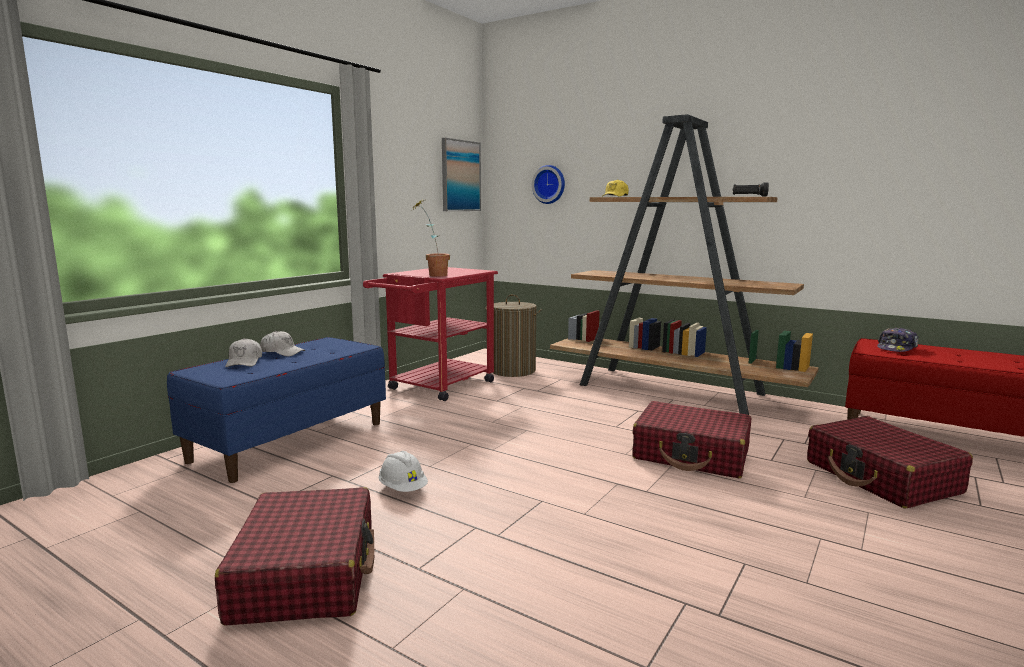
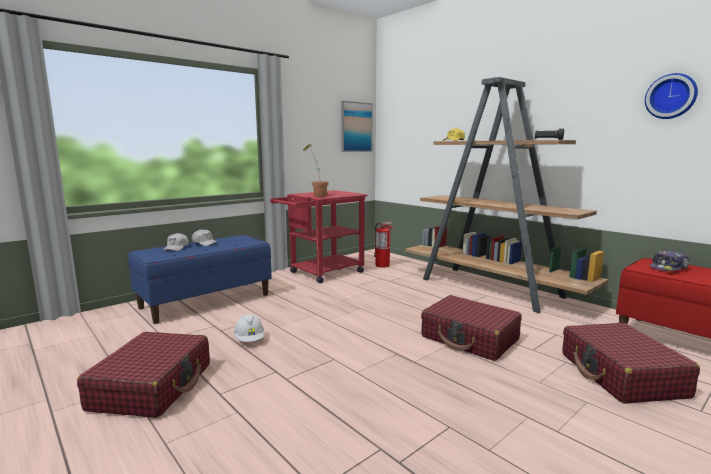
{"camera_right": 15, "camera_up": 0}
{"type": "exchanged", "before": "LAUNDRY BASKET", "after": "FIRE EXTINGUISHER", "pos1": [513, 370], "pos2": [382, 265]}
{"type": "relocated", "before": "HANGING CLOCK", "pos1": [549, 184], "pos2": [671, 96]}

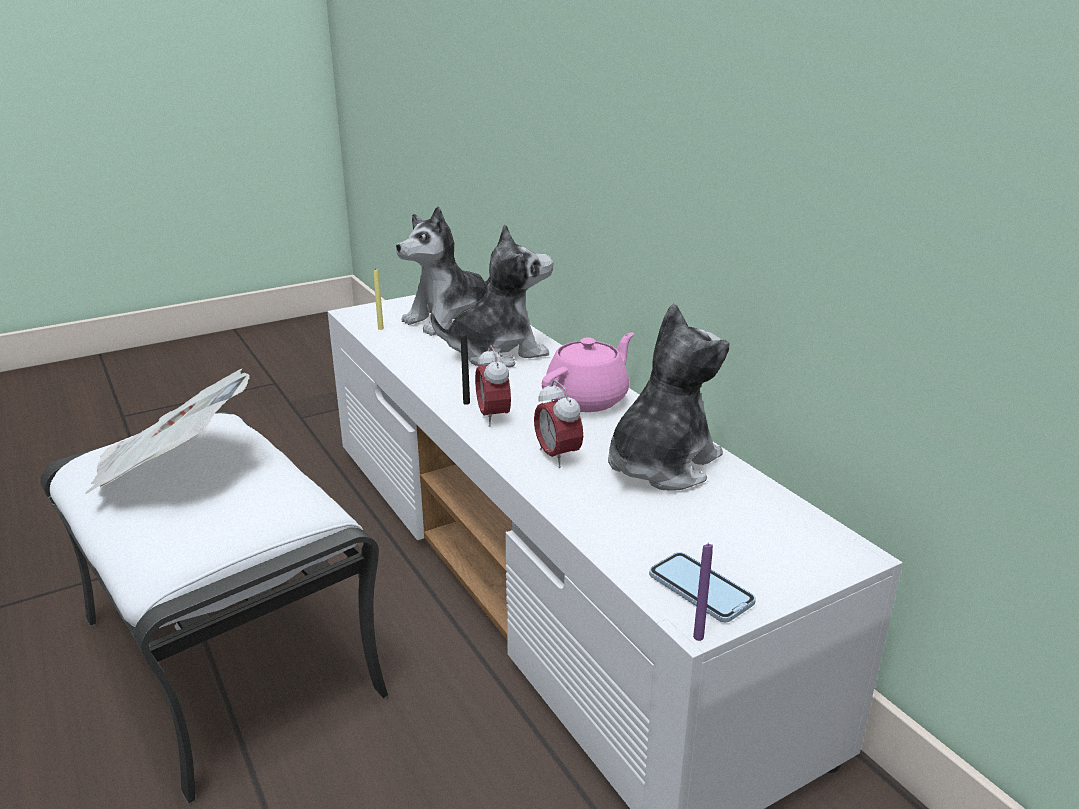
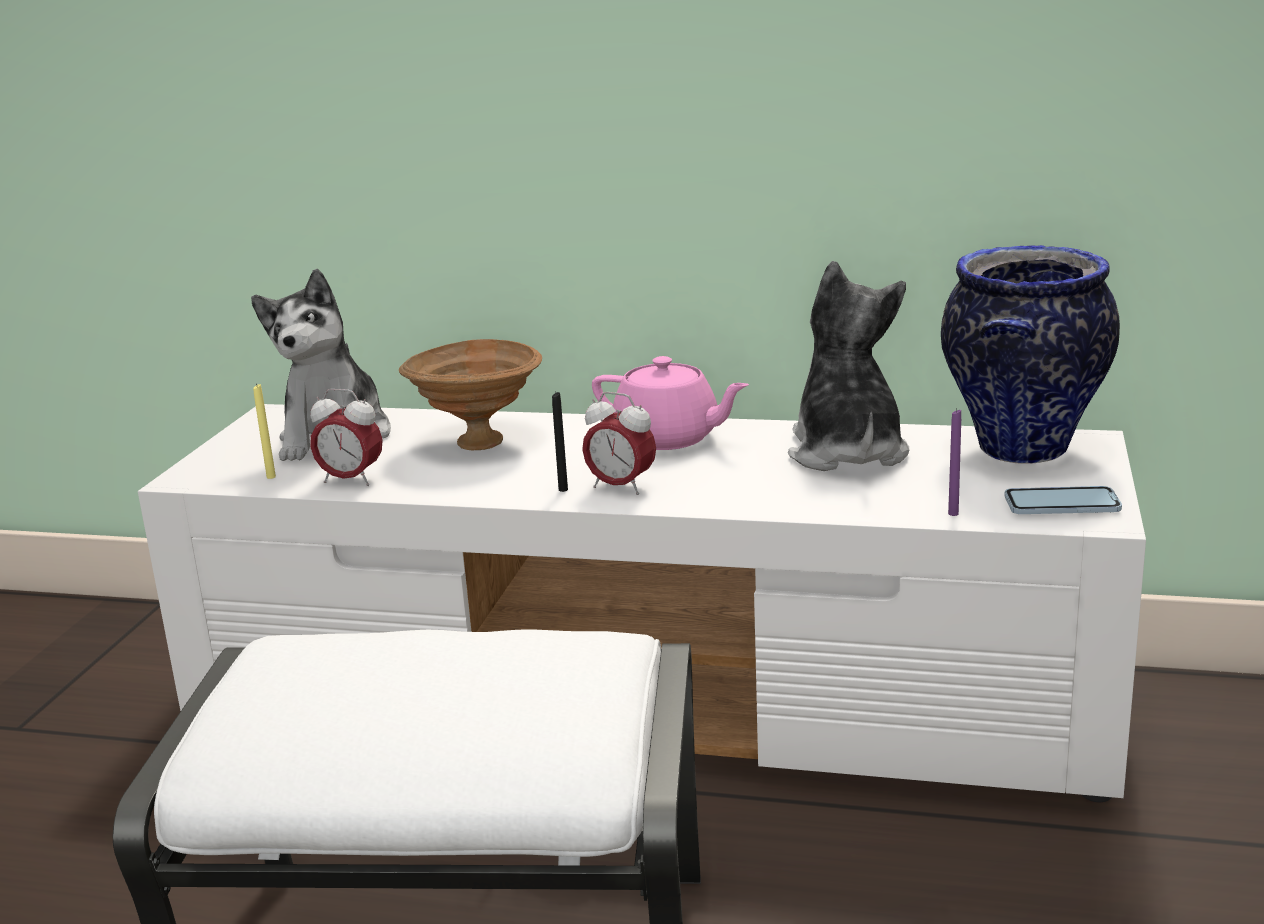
{"camera_right": -45, "camera_up": -5}
{"type": "relocated", "before": "ALARM CLOCK", "pos1": [557, 456], "pos2": [351, 480]}
{"type": "exchanged", "before": "PLUSH TOY", "after": "BROWN-COLOURED SERVING BOWL", "pos1": [497, 352], "pos2": [476, 442]}
{"type": "spun", "before": "PINK POT FOR TEA", "pos1": [588, 399], "pos2": [668, 438], "turn": 120}
{"type": "appeared", "after": "DECORATIVE VASE", "pos2": [1023, 451]}
{"type": "relocated", "before": "PURPLE WAX LIGHT", "pos1": [698, 637], "pos2": [953, 514]}
{"type": "missing", "before": "NEWSPAPER", "pos1": [173, 469]}

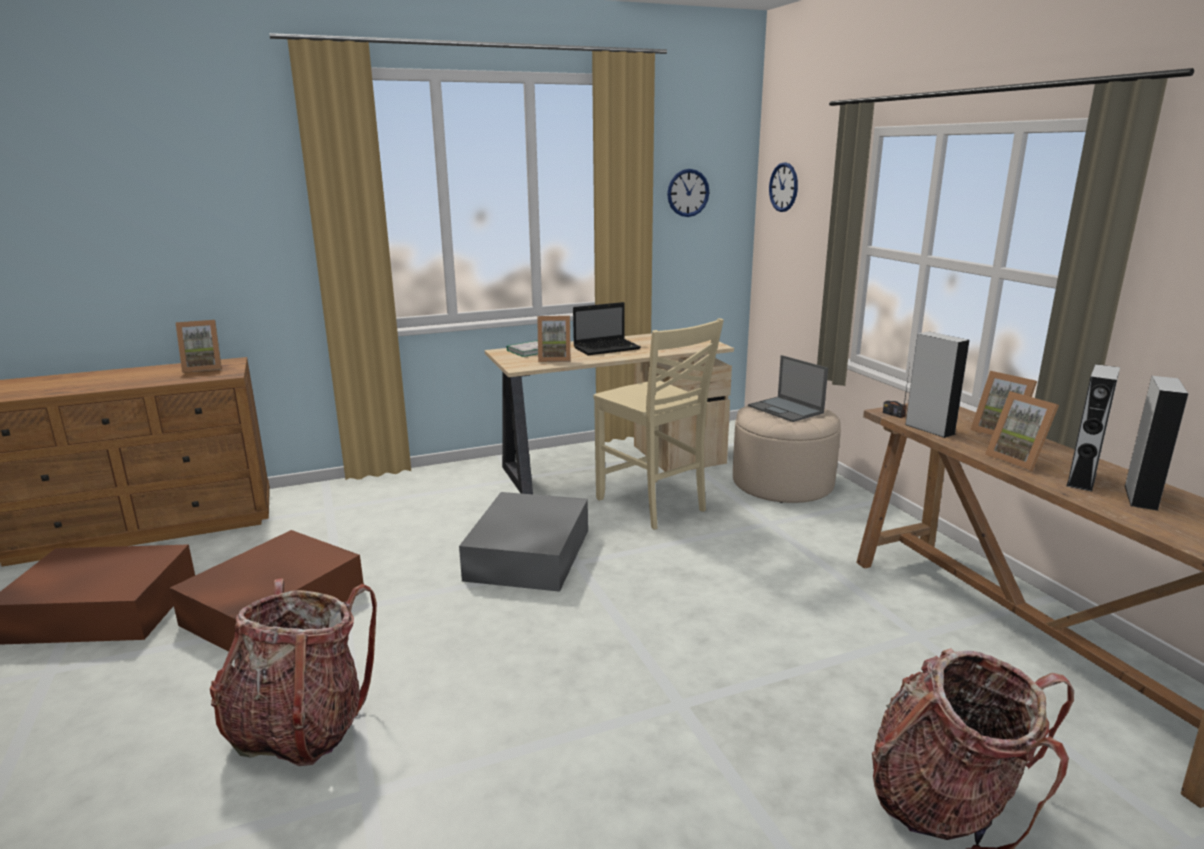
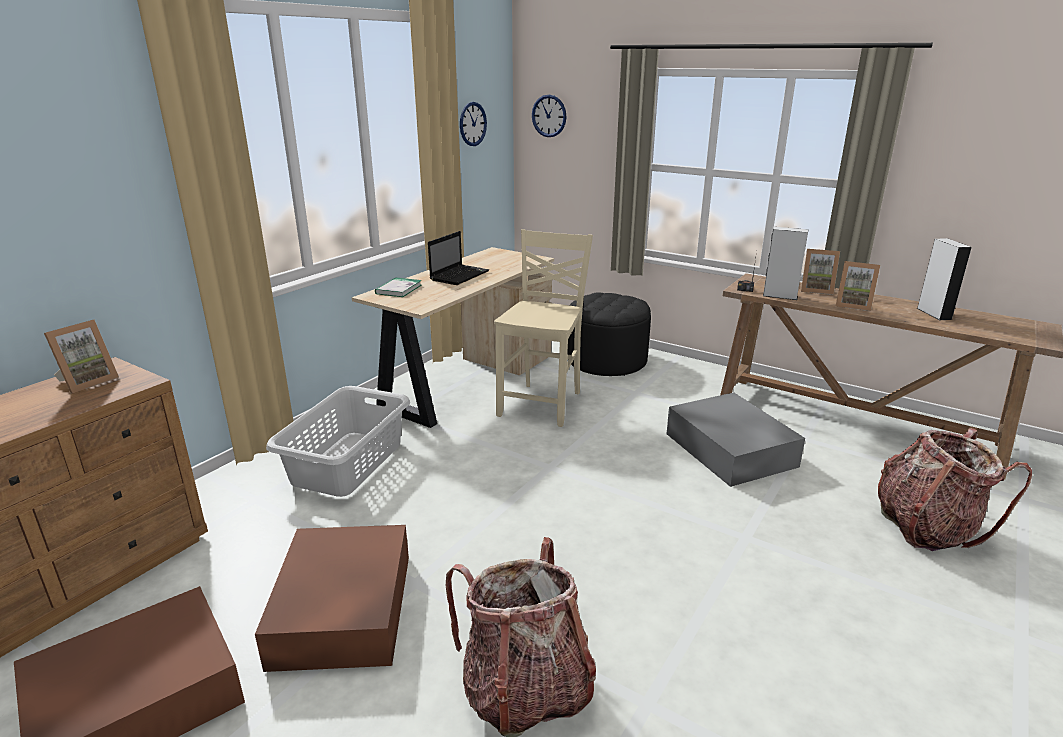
{"camera_right": -35, "camera_up": 5}
{"type": "appeared", "after": "GREY LAUNDRY BASKET", "pos2": [349, 463]}
{"type": "spun", "before": "BEIGE CHAIR", "pos1": [652, 505], "pos2": [542, 404], "turn": -90}
{"type": "colour", "before": "BEIGE FOOTREST", "after": "BLACKISH FOOTREST", "pos1": [782, 483], "pos2": [606, 360]}
{"type": "relocated", "before": "GREY STORAGE BOX", "pos1": [527, 555], "pos2": [730, 451]}
{"type": "missing", "before": "STANDING FRAME", "pos1": [554, 359]}
{"type": "missing", "before": "PORTABLE COMPUTER", "pos1": [786, 409]}
{"type": "missing", "before": "GREY AUDIO SPEAKER", "pos1": [1081, 479]}

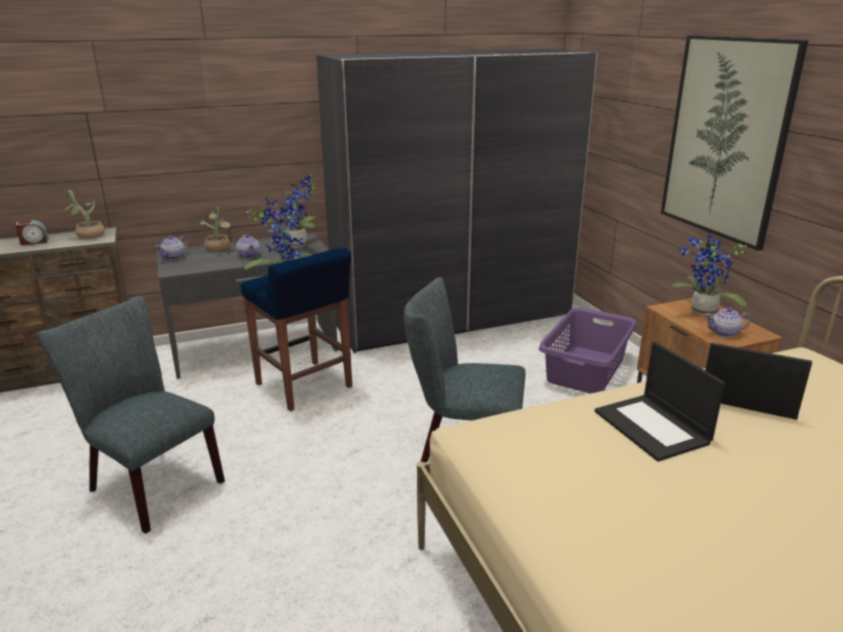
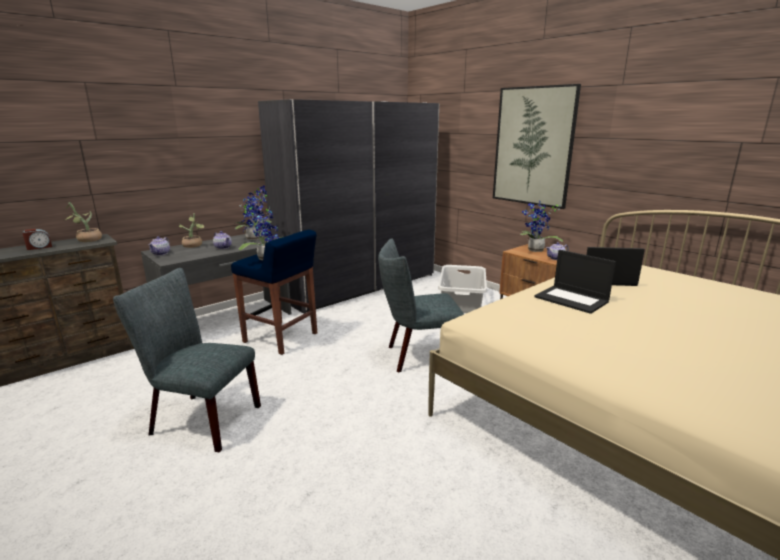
{"camera_right": -20, "camera_up": -5}
{"type": "colour", "before": "PURPLE LAUNDRY BASKET", "after": "GREY LAUNDRY BASKET", "pos1": [584, 370], "pos2": [461, 302]}

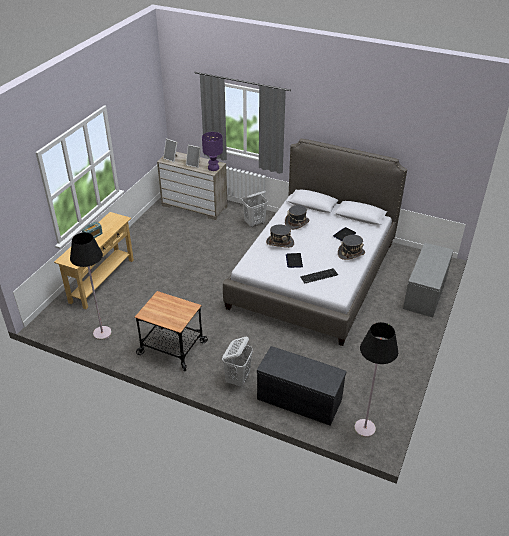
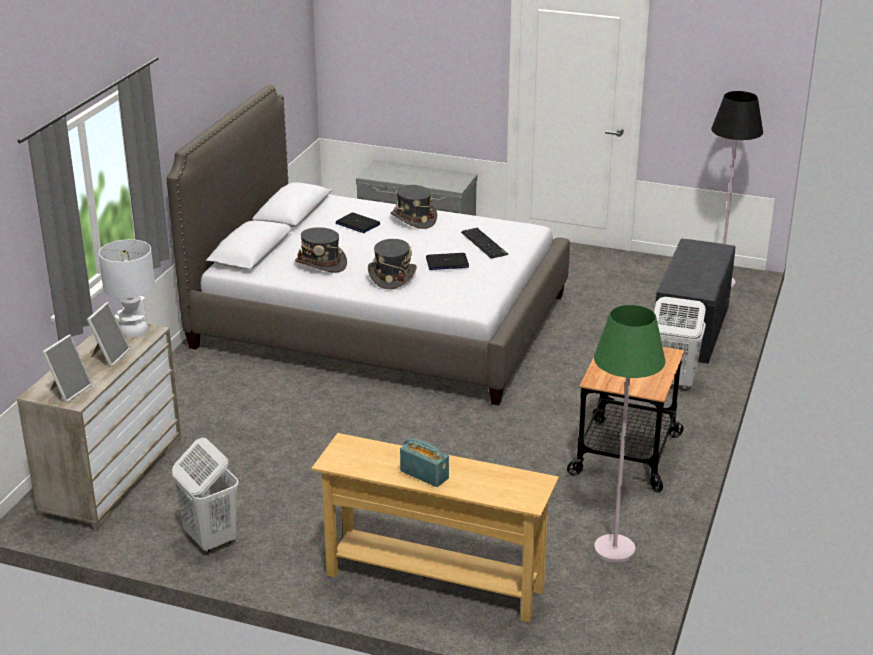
{"camera_right": -95, "camera_up": -10}
{"type": "colour", "before": "PURPLE TABLE LAMP", "after": "WHITE TABLE LAMP", "pos1": [213, 168], "pos2": [134, 330]}
{"type": "relocated", "before": "WHITE LAUNDRY BASKET", "pos1": [255, 223], "pos2": [210, 539]}
{"type": "colour", "before": "BLACKISH FLOOR LAMP", "after": "GREENISH FLOOR LAMP", "pos1": [102, 333], "pos2": [614, 549]}

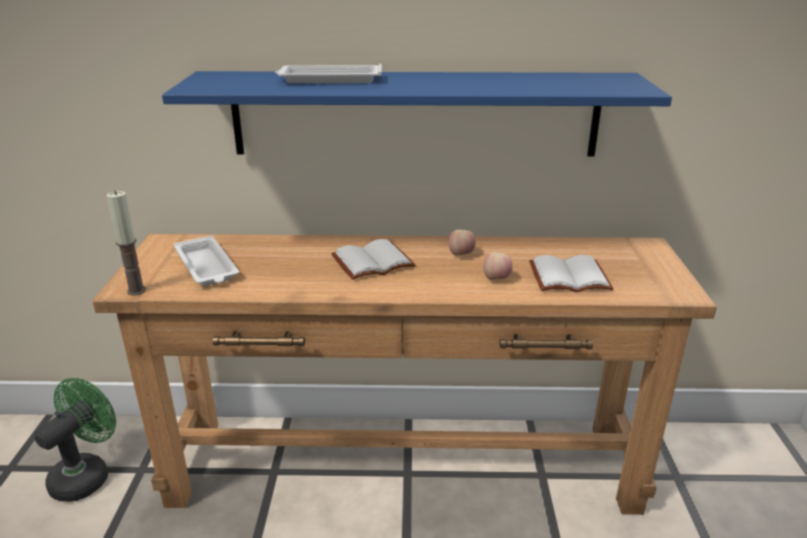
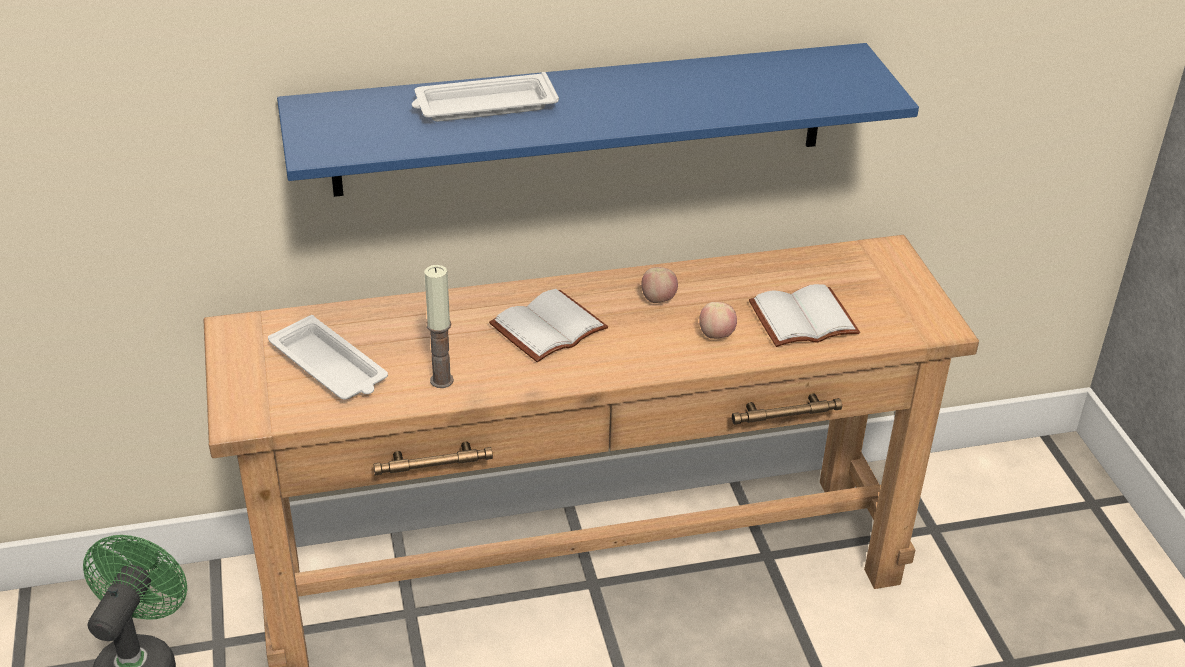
{"camera_right": -15, "camera_up": 10}
{"type": "relocated", "before": "WAX LIGHT", "pos1": [136, 291], "pos2": [441, 380]}

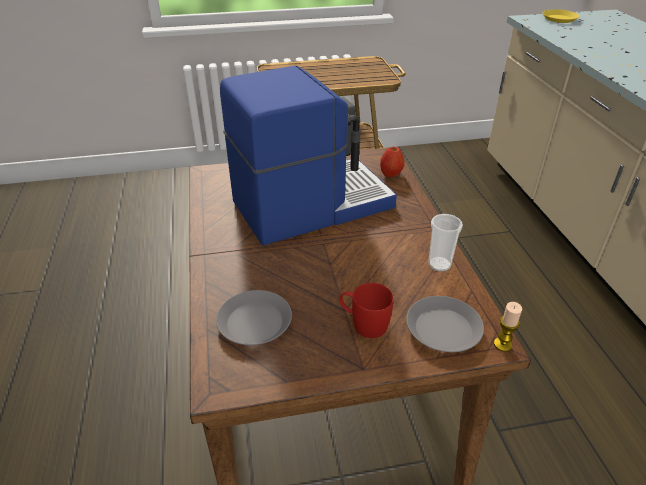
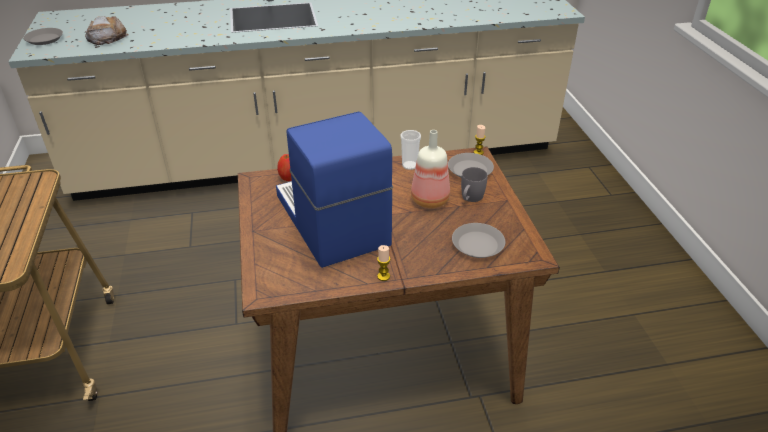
{"camera_right": -90, "camera_up": 0}
{"type": "colour", "before": "YELLOW DINNER PLATE", "after": "GREY DINNER PLATE", "pos1": [559, 19], "pos2": [44, 39]}
{"type": "appeared", "after": "BAKERY BREAD", "pos2": [107, 37]}
{"type": "appeared", "after": "WAX LIGHT", "pos2": [383, 276]}
{"type": "appeared", "after": "BEVERAGE BOTTLE", "pos2": [429, 199]}
{"type": "colour", "before": "RED-COLOURED MUG", "after": "GREY MUG", "pos1": [363, 323], "pos2": [470, 198]}

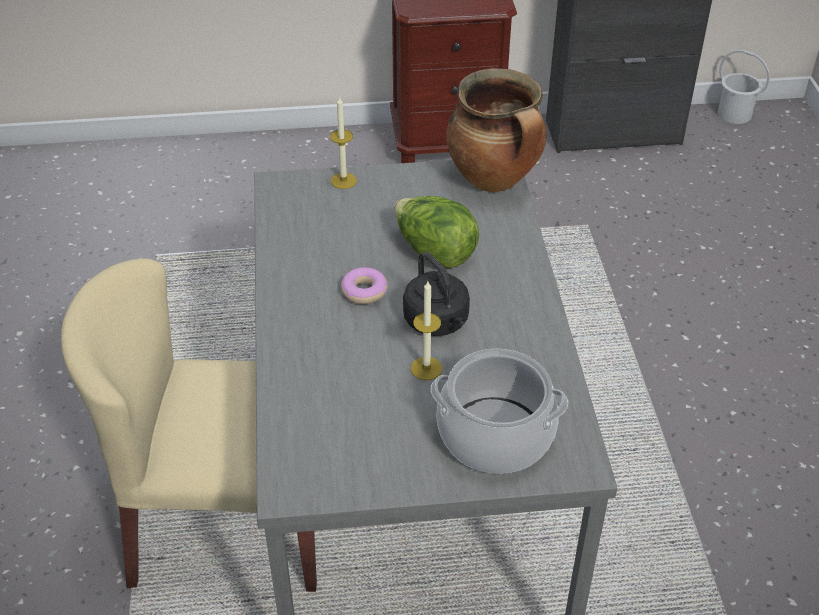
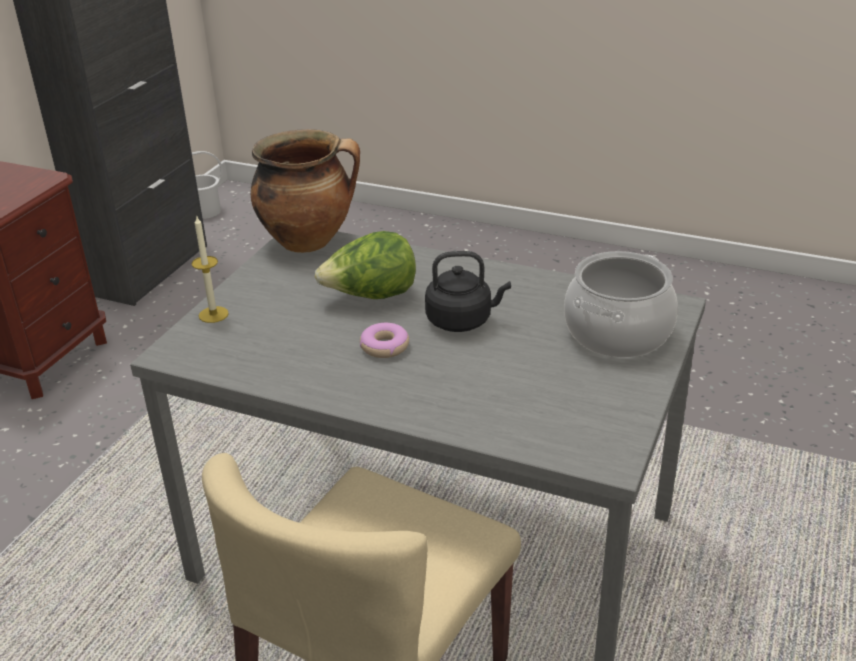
{"camera_right": -60, "camera_up": -10}
{"type": "missing", "before": "WAX LIGHT", "pos1": [426, 368]}

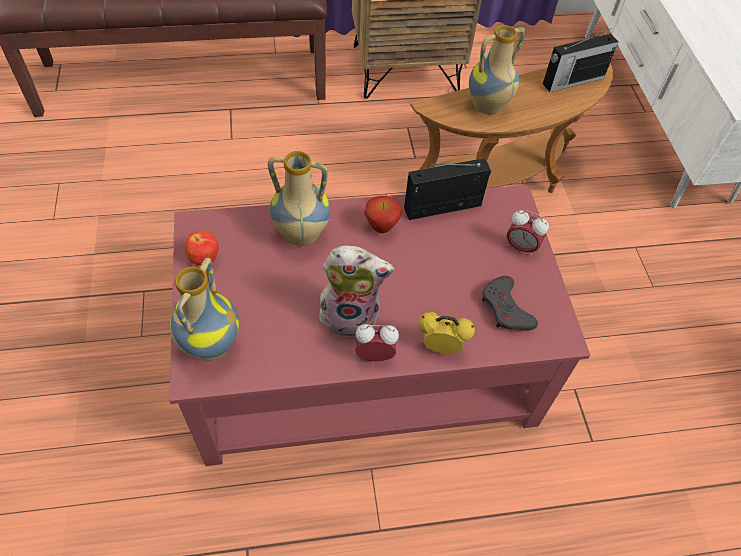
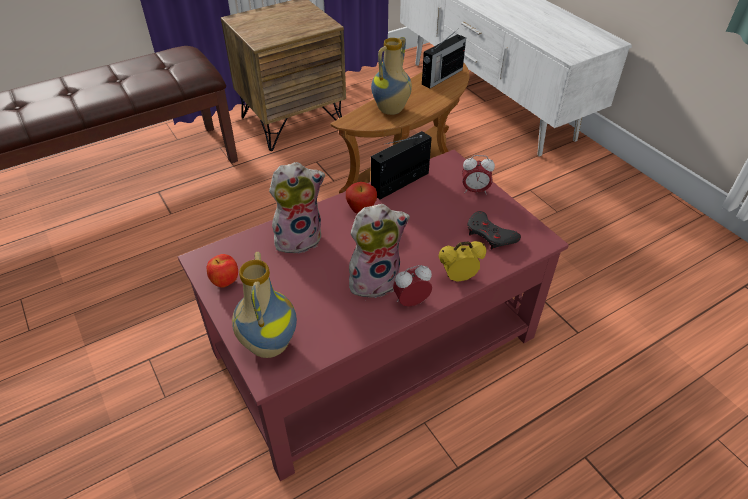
{"camera_right": -20, "camera_up": -10}
{"type": "exchanged", "before": "DECORATIVE VASE", "after": "PLUSH TOY", "pos1": [300, 235], "pos2": [299, 238]}

